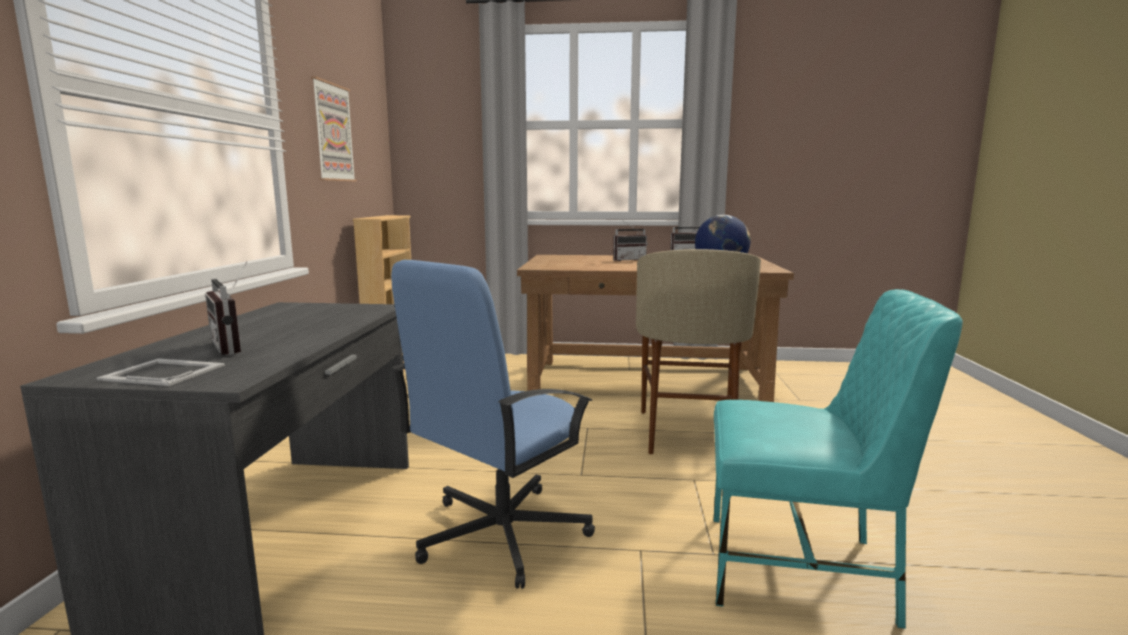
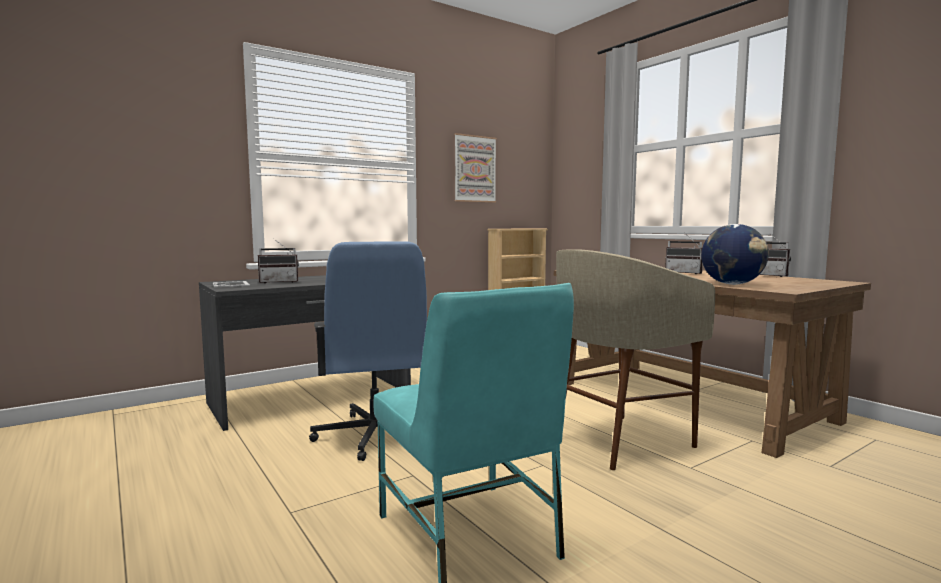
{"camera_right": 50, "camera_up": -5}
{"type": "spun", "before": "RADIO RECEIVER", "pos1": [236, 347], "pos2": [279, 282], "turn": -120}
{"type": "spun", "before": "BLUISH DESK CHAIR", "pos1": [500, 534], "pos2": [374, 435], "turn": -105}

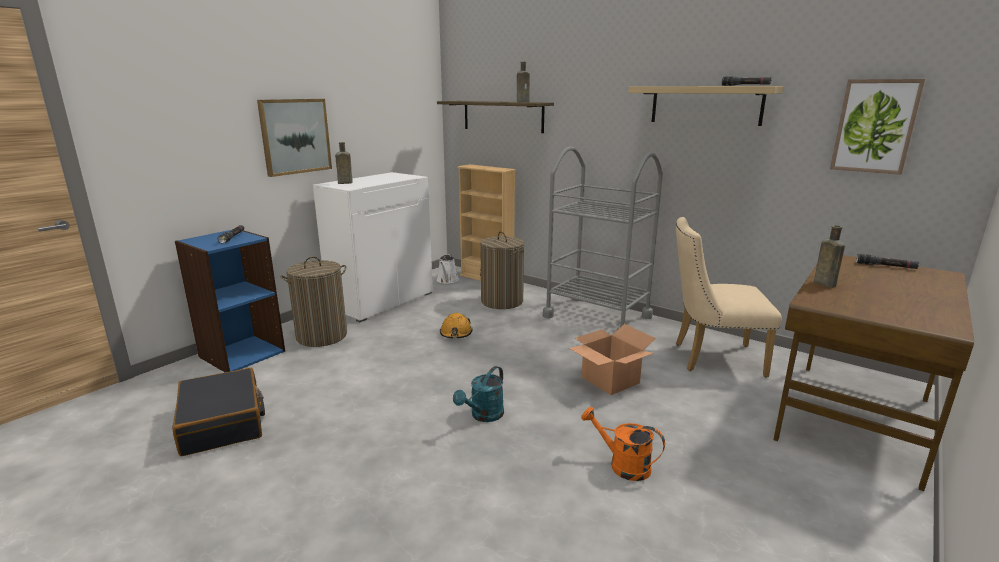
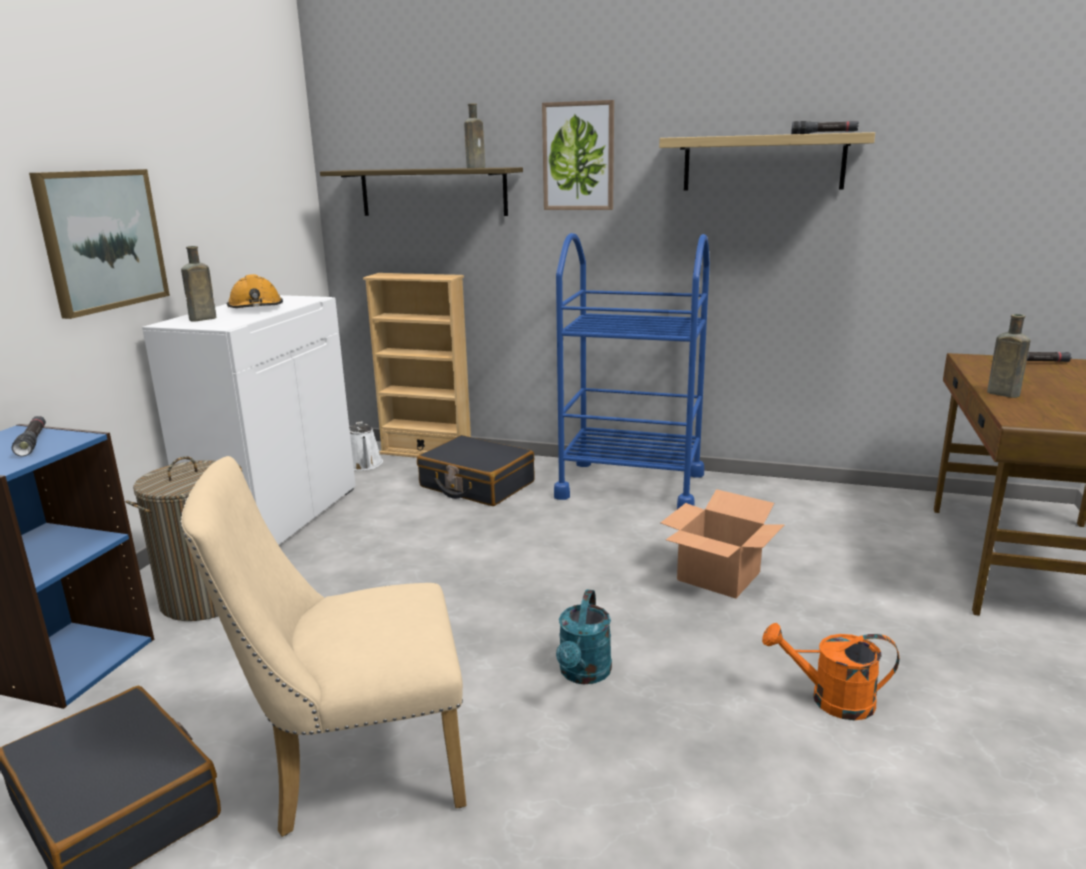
{"camera_right": -20, "camera_up": 0}
{"type": "relocated", "before": "BEIGE CHAIR", "pos1": [711, 358], "pos2": [354, 768]}
{"type": "relocated", "before": "ORANGE HARD HAT", "pos1": [456, 333], "pos2": [256, 308]}
{"type": "exchanged", "before": "LAUNDRY BASKET", "after": "BLACKISH SUITCASE", "pos1": [502, 301], "pos2": [476, 485]}
{"type": "relocated", "before": "PICTURE", "pos1": [875, 126], "pos2": [578, 156]}
{"type": "colour", "before": "GREY CART", "after": "BLUISH CART", "pos1": [597, 317], "pos2": [631, 485]}

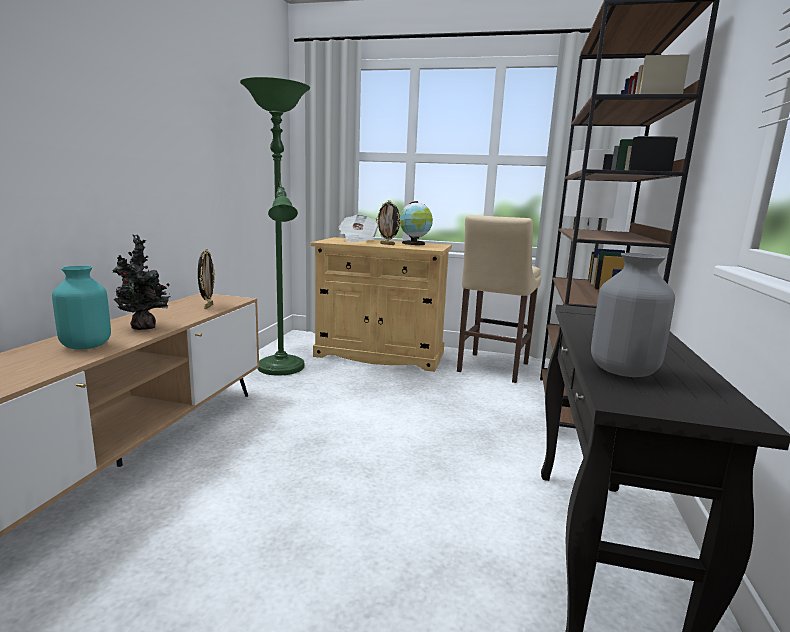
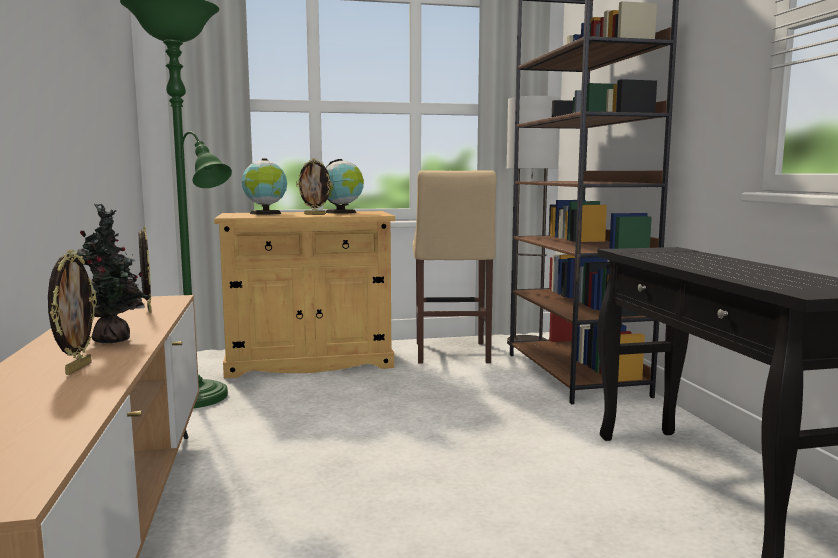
{"camera_right": -25, "camera_up": -5}
{"type": "exchanged", "before": "BLUE-GREEN DECORATIVE VASE", "after": "STANDING FRAME", "pos1": [86, 345], "pos2": [77, 368]}
{"type": "exchanged", "before": "NEWSPAPER", "after": "DESK GLOBE", "pos1": [358, 240], "pos2": [266, 213]}
{"type": "missing", "before": "GREY DECORATIVE VASE", "pos1": [622, 371]}

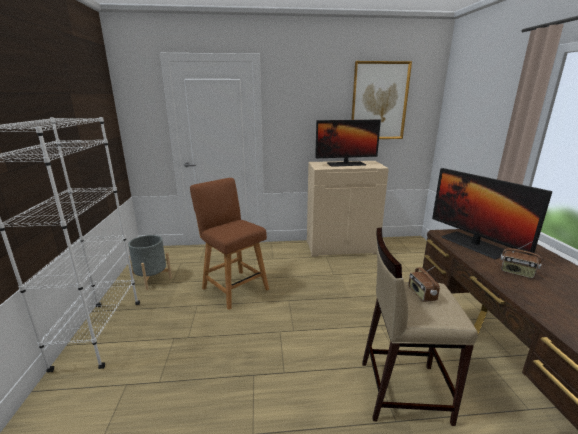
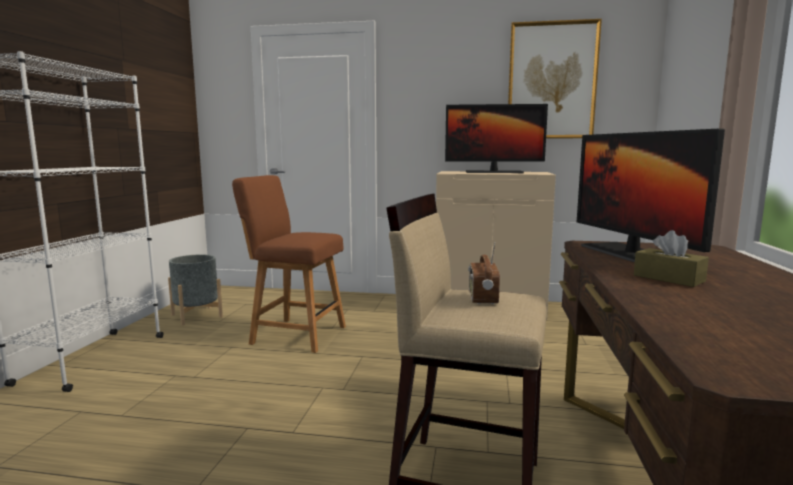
{"camera_right": 15, "camera_up": -10}
{"type": "spun", "before": "BROWN-COLOURED CHAIR", "pos1": [233, 287], "pos2": [294, 334], "turn": -45}
{"type": "exchanged", "before": "RADIO RECEIVER", "after": "BROWN-COLOURED BOX OF TISSUES", "pos1": [517, 273], "pos2": [668, 278]}

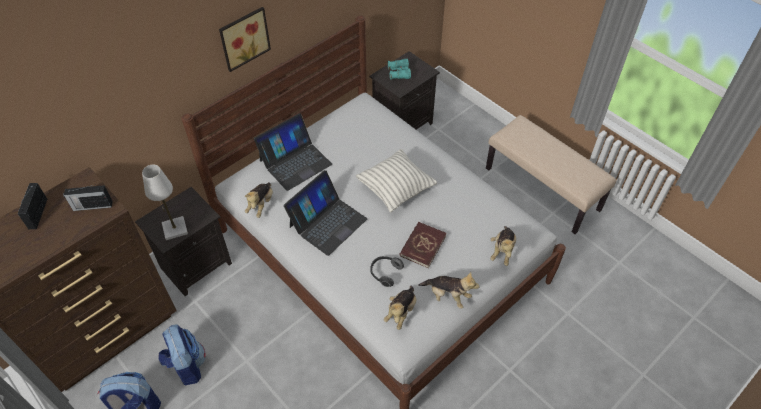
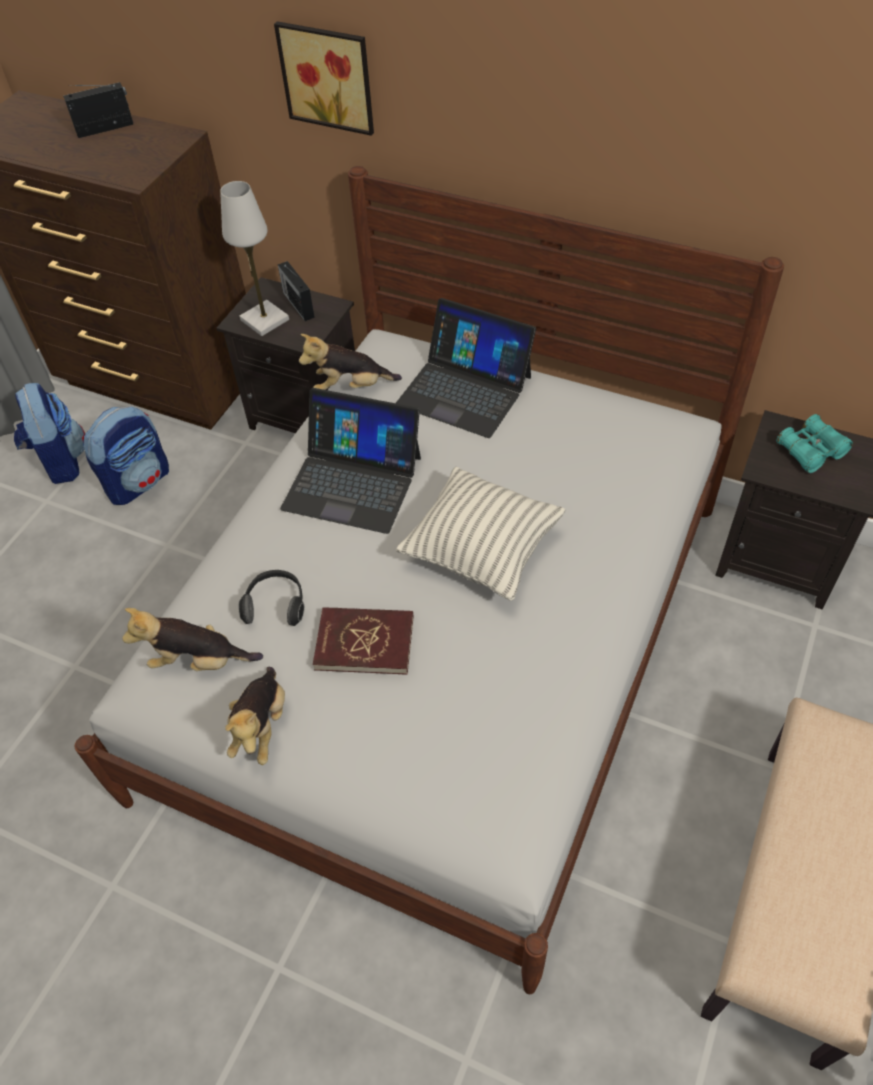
{"camera_right": 70, "camera_up": 0}
{"type": "relocated", "before": "PICTURE", "pos1": [243, 38], "pos2": [328, 76]}
{"type": "relocated", "before": "RADIO RECEIVER", "pos1": [92, 206], "pos2": [298, 304]}
{"type": "missing", "before": "PLUSH TOY", "pos1": [502, 251]}

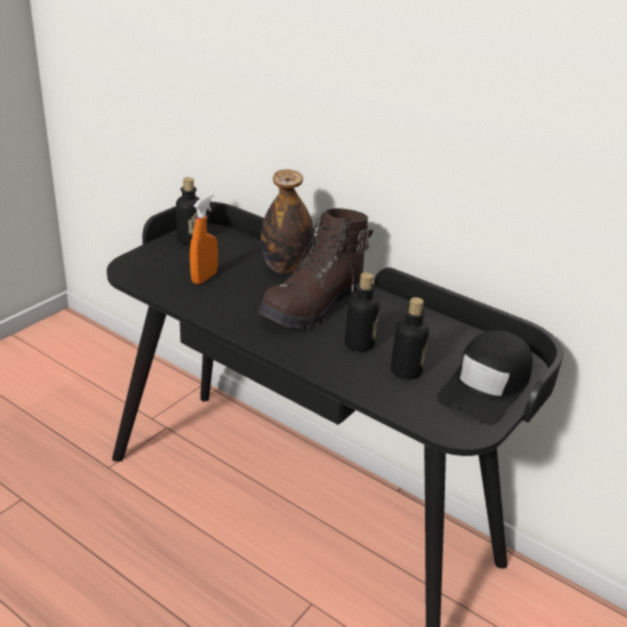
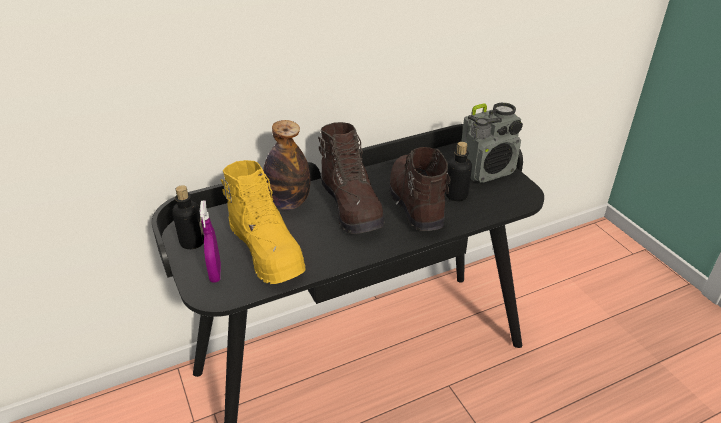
{"camera_right": -60, "camera_up": 5}
{"type": "appeared", "after": "PURPLE HAND SPRAYER", "pos2": [215, 273]}
{"type": "exchanged", "before": "ORANGE HAND SPRAYER", "after": "YELLOW TALL BOOT", "pos1": [204, 278], "pos2": [267, 251]}
{"type": "exchanged", "before": "BEVERAGE BOTTLE", "after": "BROWN-COLOURED TALL BOOT", "pos1": [359, 344], "pos2": [414, 203]}
{"type": "exchanged", "before": "BLACKISH BASEBALL CAP", "after": "RADIO RECEIVER", "pos1": [486, 386], "pos2": [487, 171]}

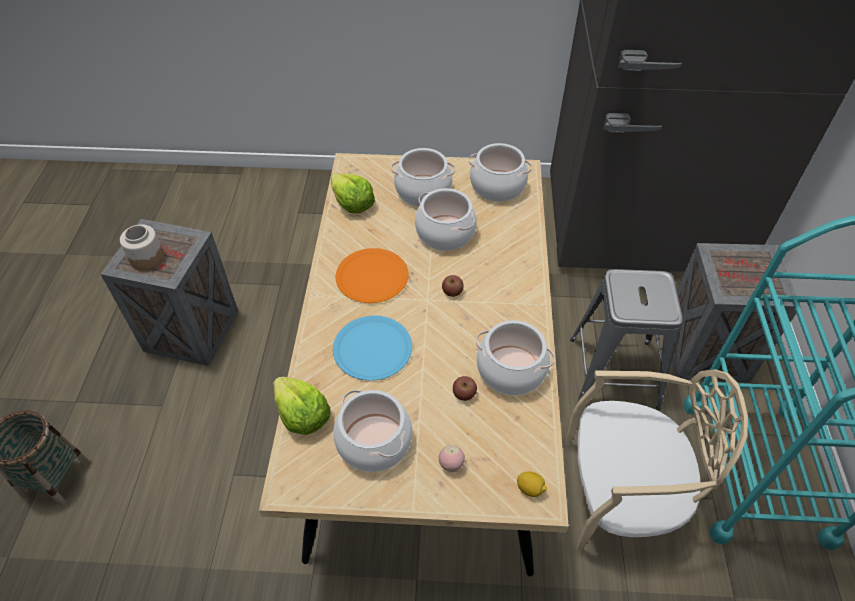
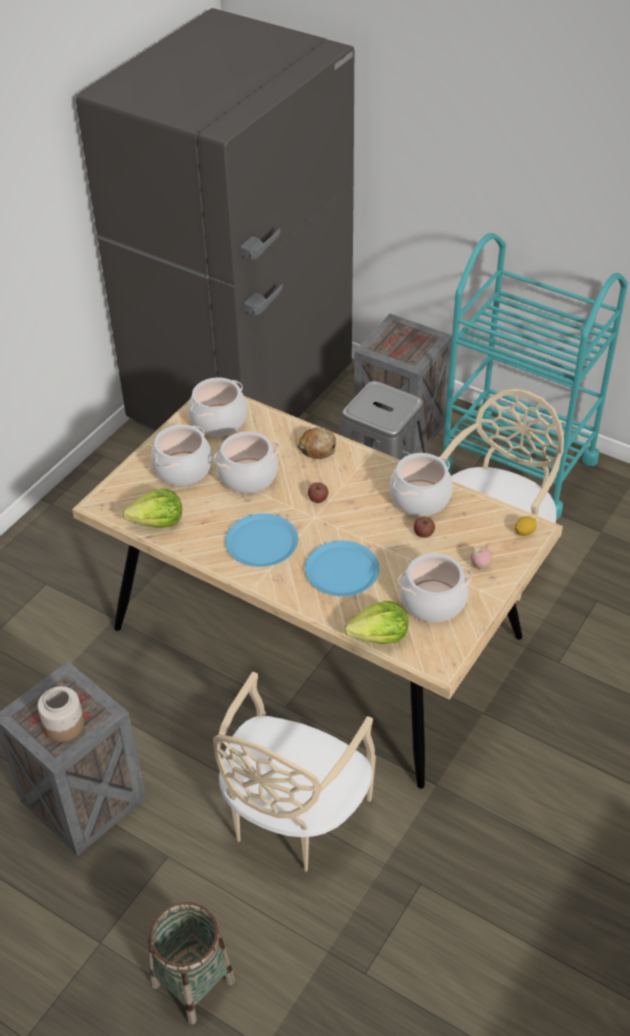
{"camera_right": -60, "camera_up": -5}
{"type": "appeared", "after": "BEIGE CHAIR", "pos2": [292, 816]}
{"type": "colour", "before": "ORANGE DINNER PLATE", "after": "BLUISH DINNER PLATE", "pos1": [372, 276], "pos2": [261, 542]}
{"type": "appeared", "after": "BAKERY BREAD", "pos2": [317, 448]}

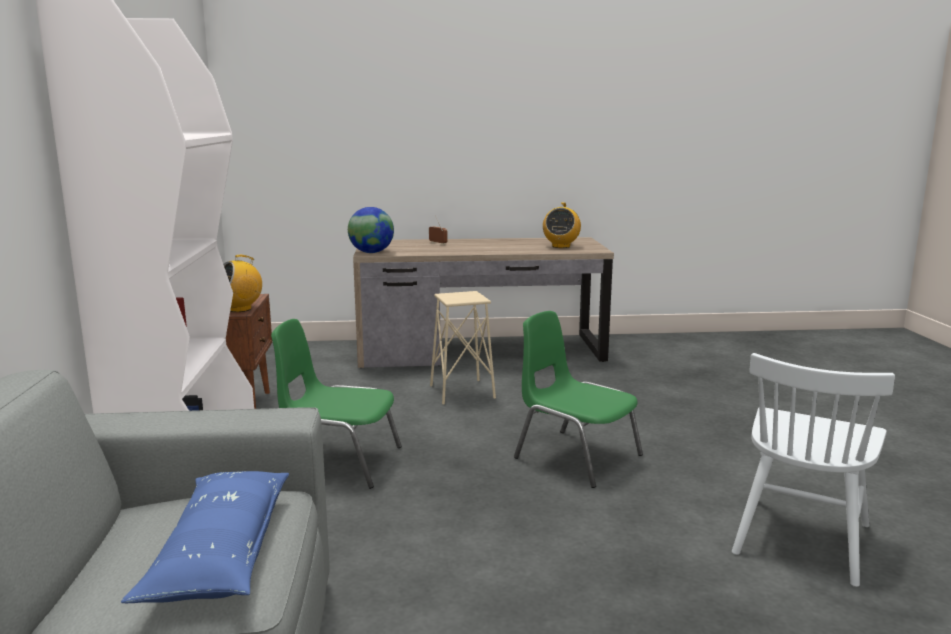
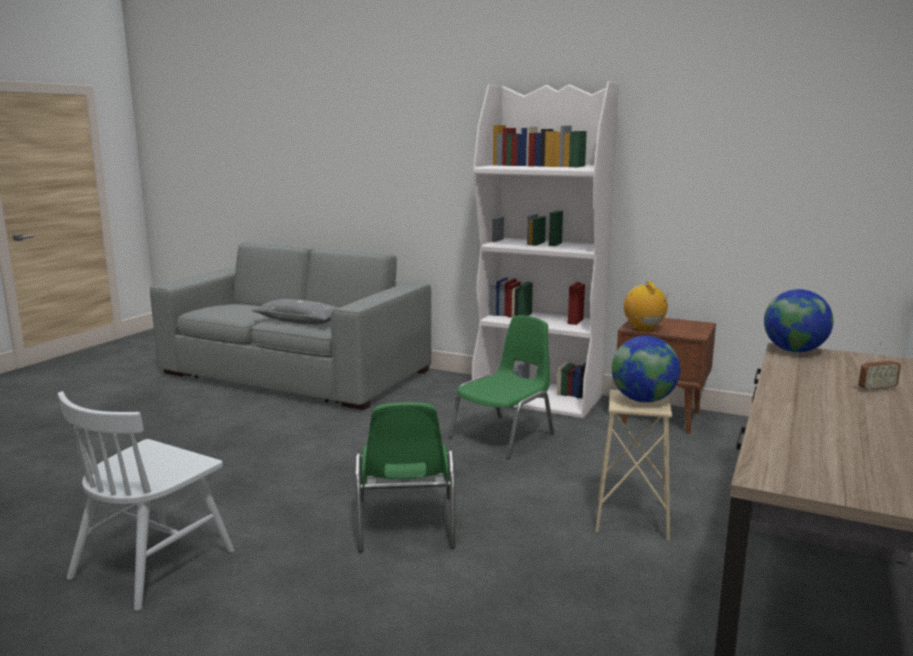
{"camera_right": 120, "camera_up": 0}
{"type": "spun", "before": "WHITE CHAIR", "pos1": [801, 538], "pos2": [153, 563], "turn": -120}
{"type": "colour", "before": "BLUISH THROW PILLOW", "after": "GREY THROW PILLOW", "pos1": [220, 552], "pos2": [300, 321]}
{"type": "spun", "before": "GREENISH CHAIR", "pos1": [575, 456], "pos2": [405, 524], "turn": 105}
{"type": "appeared", "after": "DESK GLOBE", "pos2": [643, 400]}
{"type": "missing", "before": "RADIO RECEIVER", "pos1": [561, 246]}

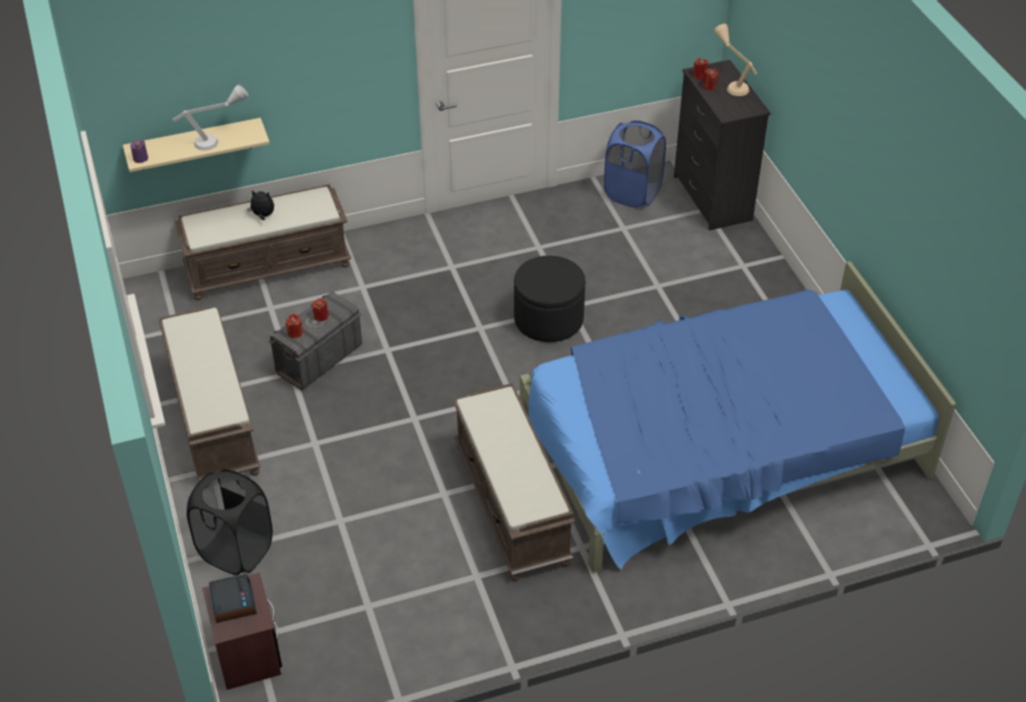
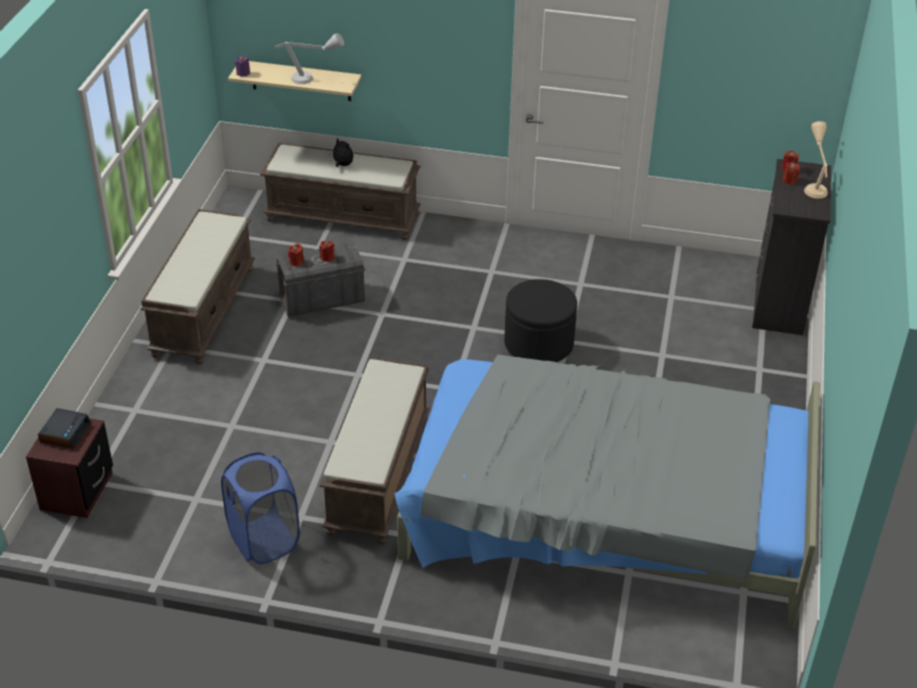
{"camera_right": 30, "camera_up": -5}
{"type": "relocated", "before": "BLUISH LAUNDRY BASKET", "pos1": [632, 193], "pos2": [264, 540]}
{"type": "colour", "before": "BLUISH SLEEPING BED", "after": "GREY SLEEPING BED", "pos1": [719, 447], "pos2": [603, 509]}
{"type": "missing", "before": "BLACKISH LAUNDRY BASKET", "pos1": [236, 551]}

